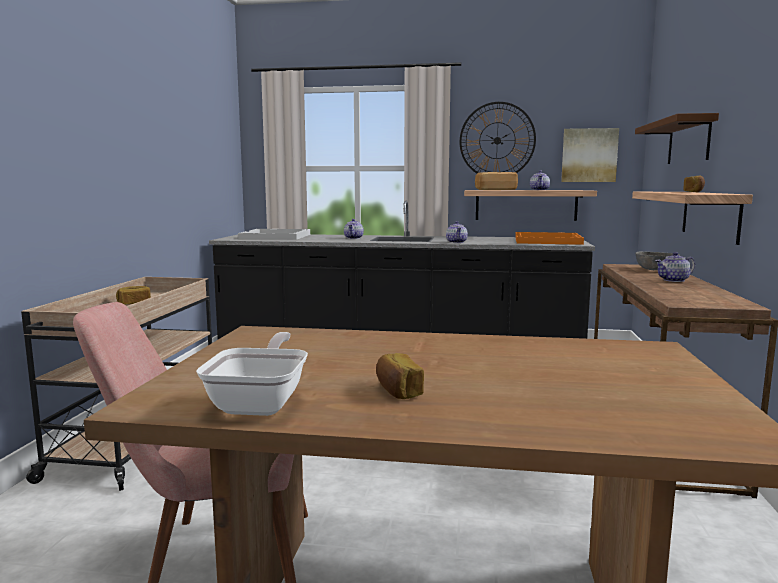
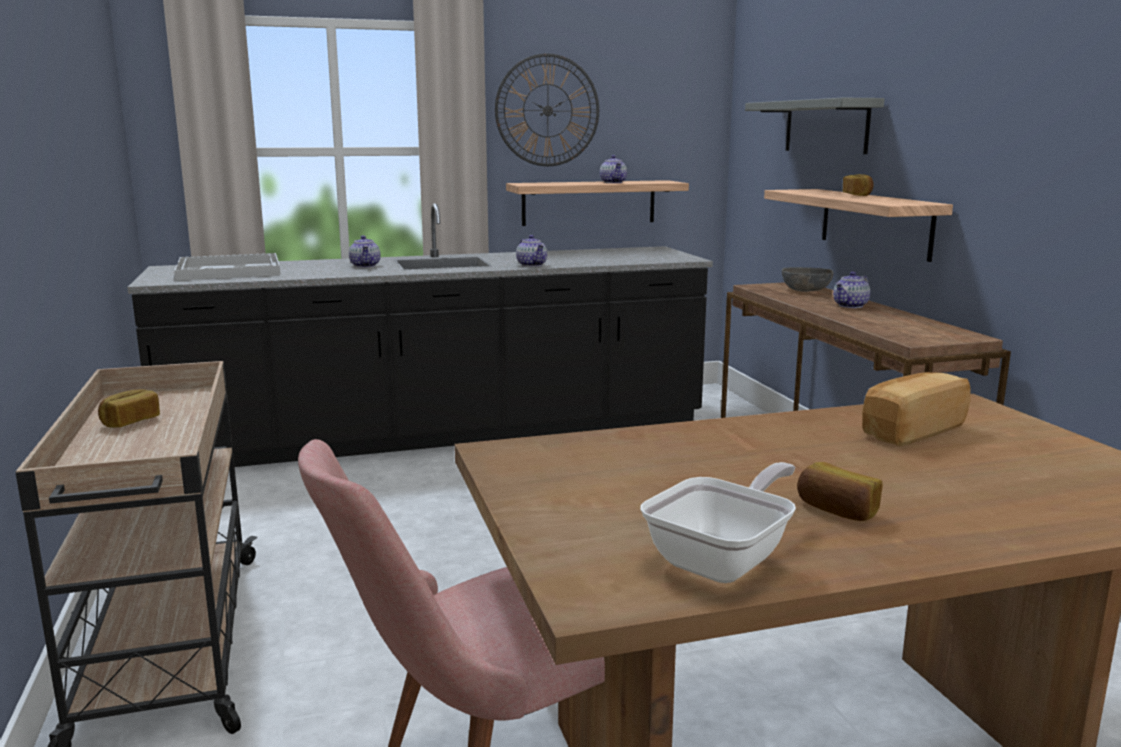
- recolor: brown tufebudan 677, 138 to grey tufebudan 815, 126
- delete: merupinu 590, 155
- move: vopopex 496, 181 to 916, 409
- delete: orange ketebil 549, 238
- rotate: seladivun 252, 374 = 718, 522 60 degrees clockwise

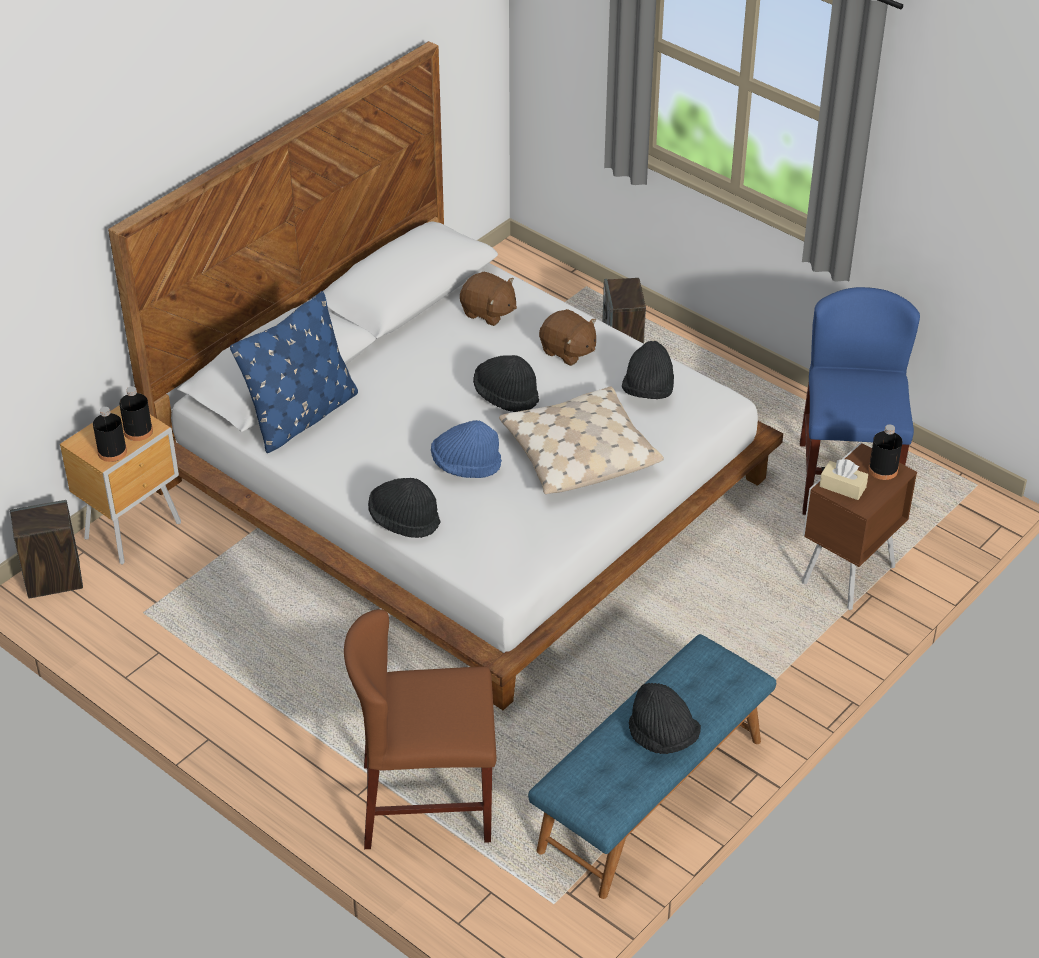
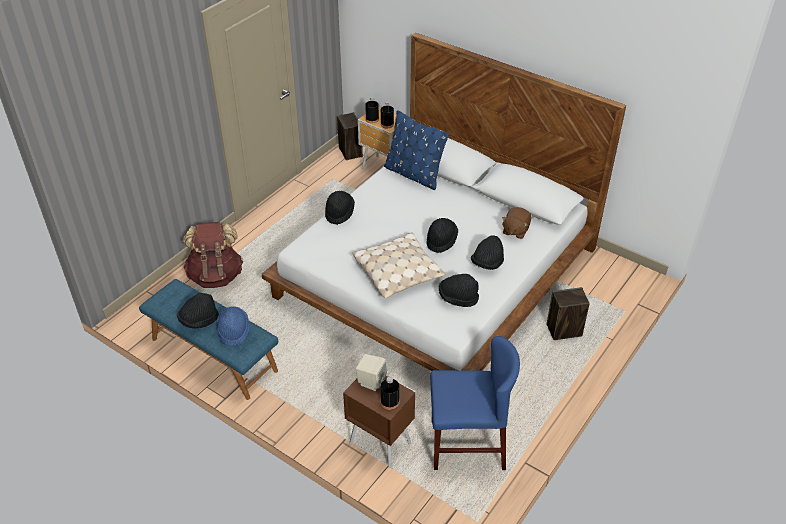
- replace: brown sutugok 567, 337 to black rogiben 487, 252
- move: blue rogiben 466, 449 to 233, 326
- replace: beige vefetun 844, 479 to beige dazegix 371, 372
- replace: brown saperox 420, 729 to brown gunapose 213, 255

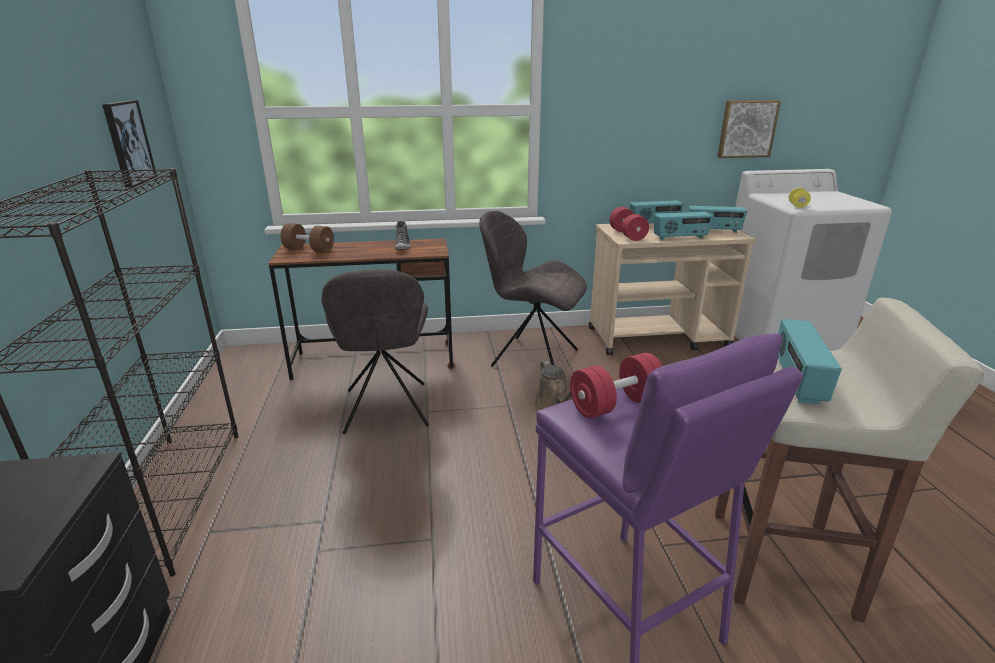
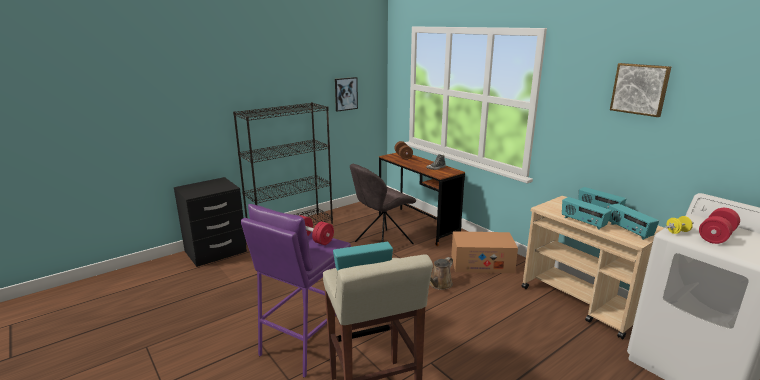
- move: merupinu 749, 129 to 640, 90
- move: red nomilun 629, 224 to 719, 226
- replace: grey saperox 533, 289 to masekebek 484, 252

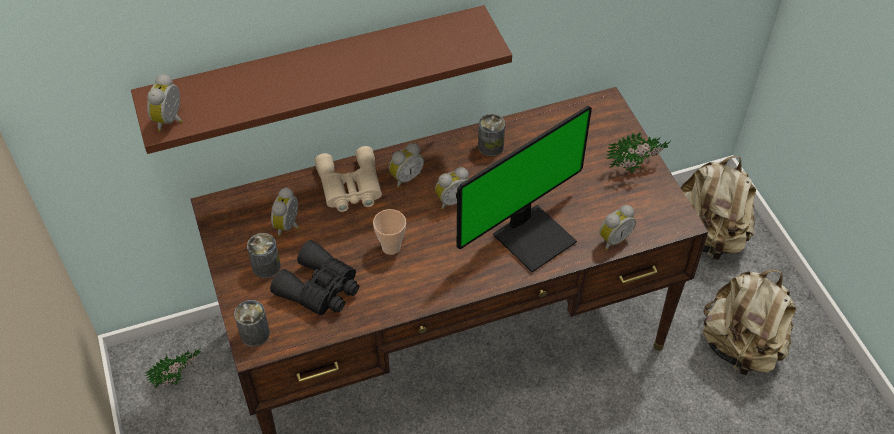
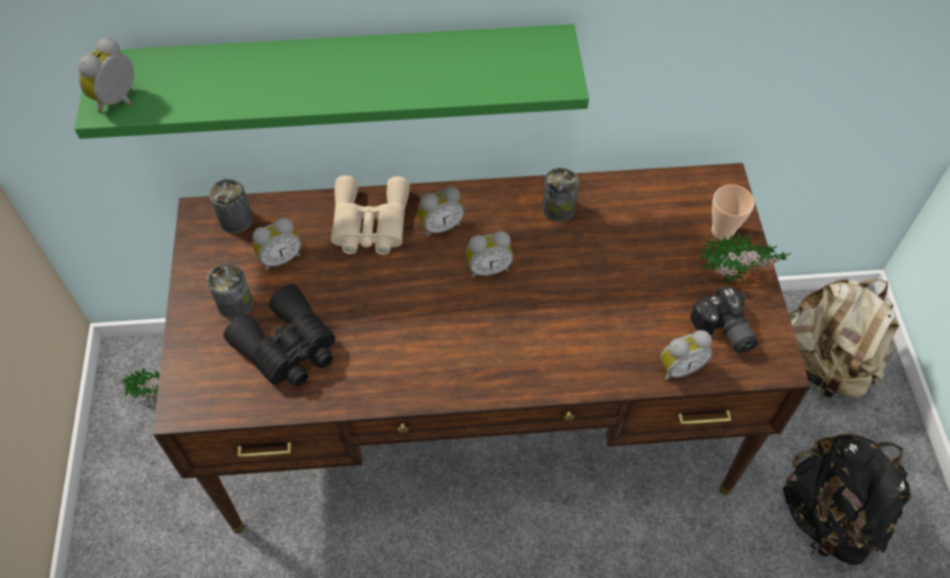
- recolor: brown tufebudan 321, 79 to green tufebudan 331, 81
- delete: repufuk 524, 189
- rotate: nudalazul 285, 212 = 276, 244 150 degrees counterclockwise
- move: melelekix 389, 232 to 733, 212
- recolor: beige gunapose 749, 322 to black gunapose 847, 499
- move: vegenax 252, 323 to 231, 206
- insert: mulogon 724, 319

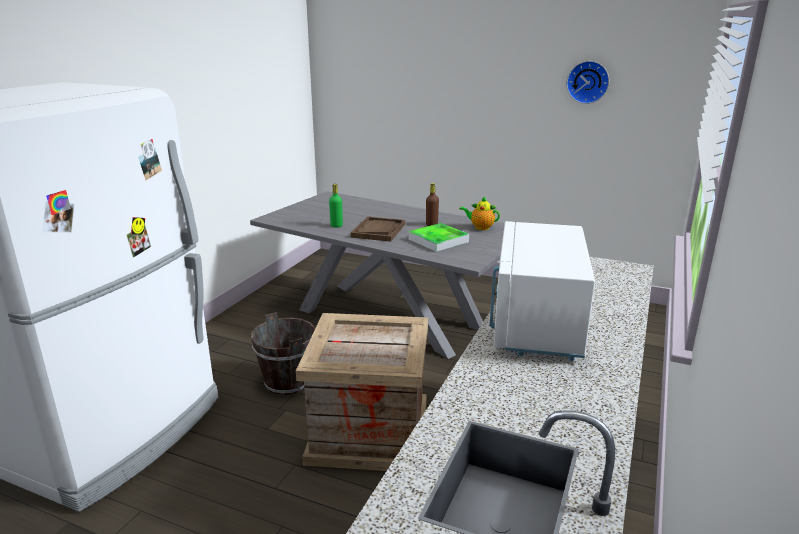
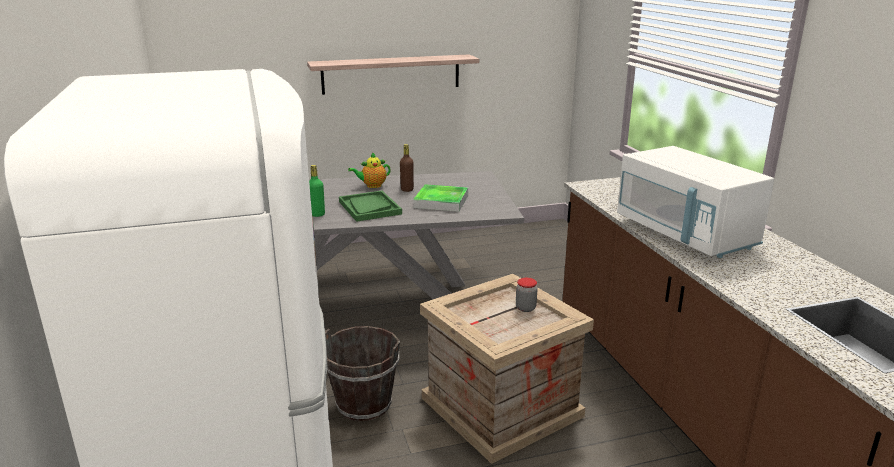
- delete: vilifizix 588, 82
- move: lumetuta 480, 213 to 369, 170
- recolor: brown ketebil 377, 229 to green ketebil 370, 206
- insert: tufebudan 393, 74
- insert: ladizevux 527, 295

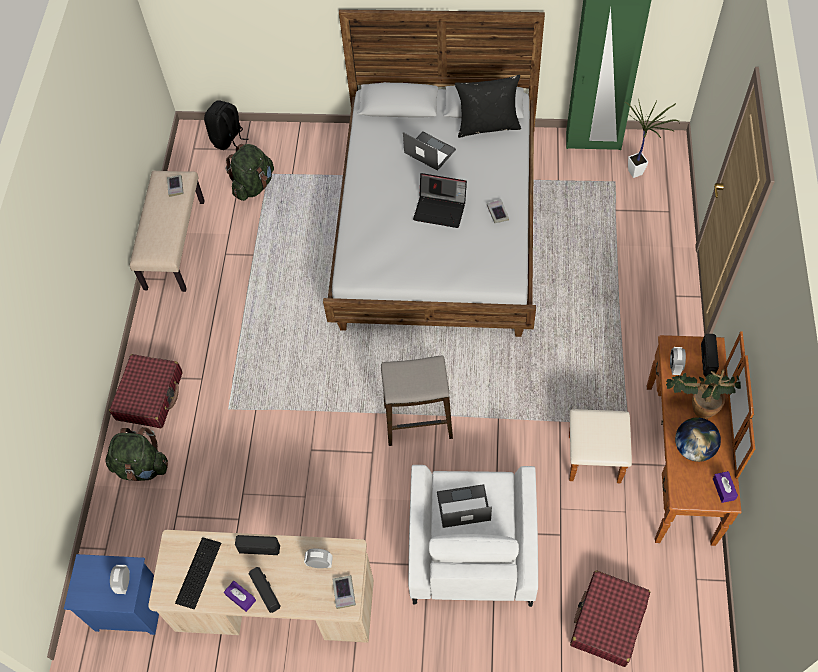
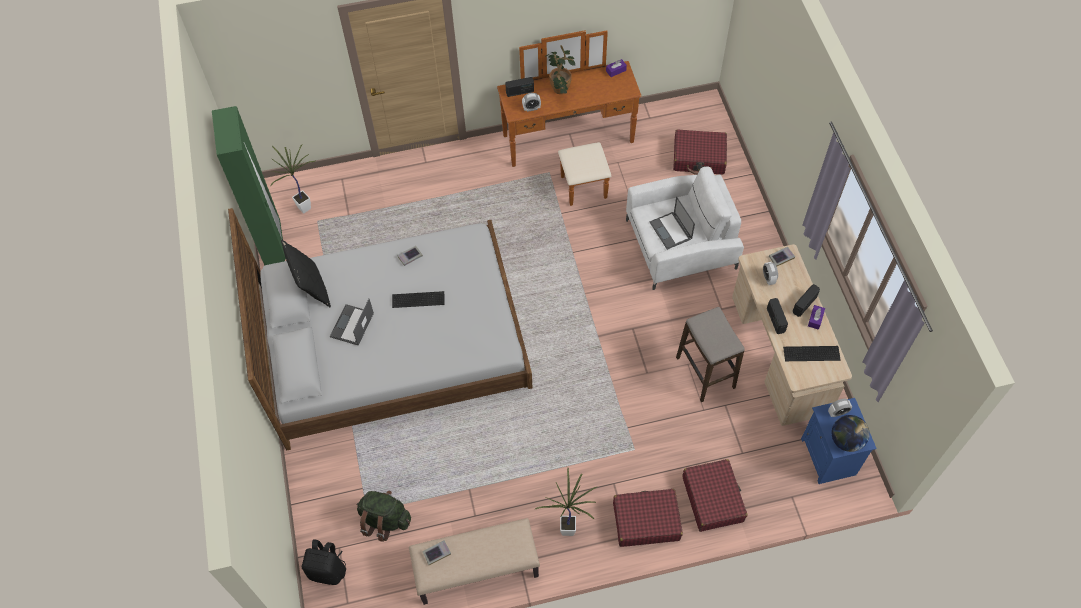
- replace: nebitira 440, 200 to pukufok 418, 299
- move: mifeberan 417, 401 to 710, 354
- move: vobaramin 698, 440 to 851, 433
- replace: green gunapose 137, 454 to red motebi 714, 495
- insert: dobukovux 565, 502

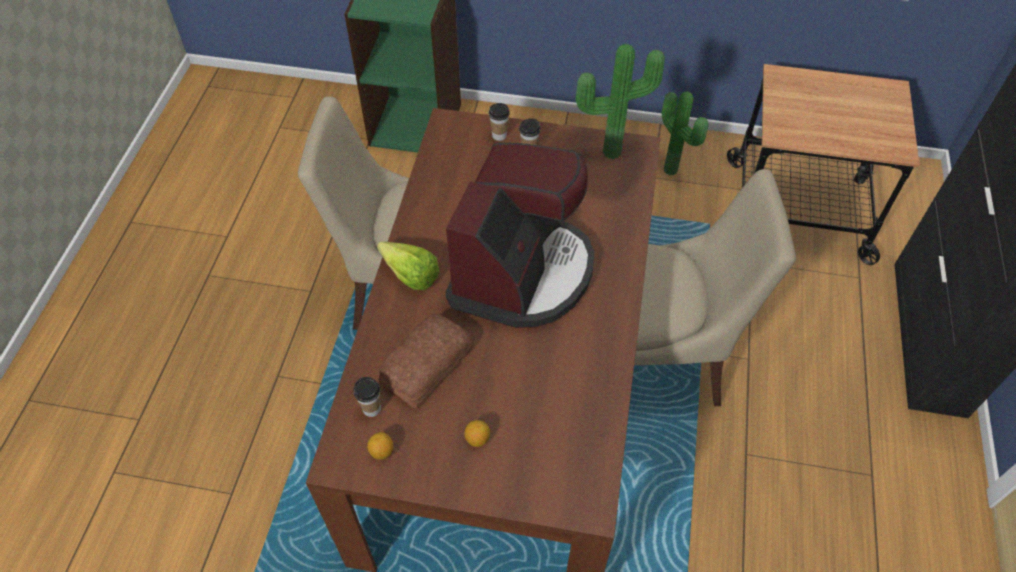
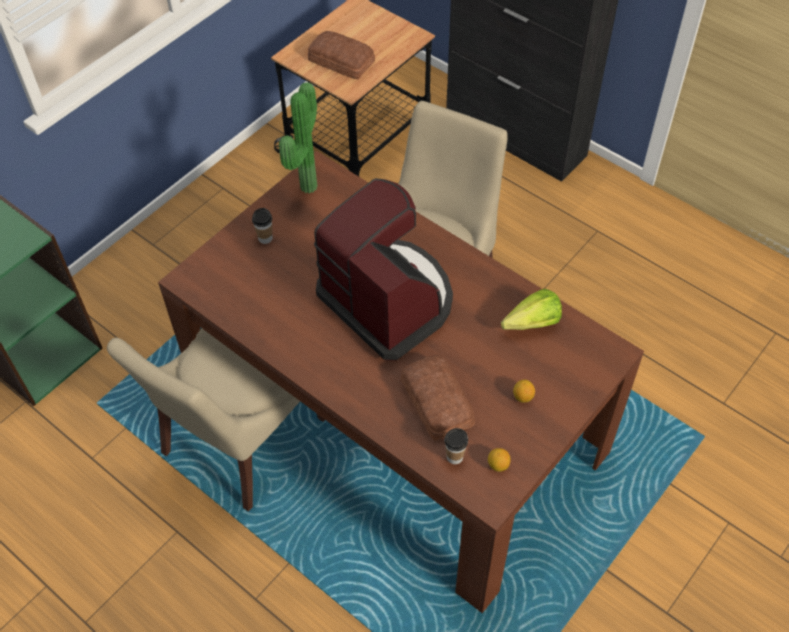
- delete: dobukovux 685, 133
- delete: melelekix 499, 122
- move: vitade 408, 265 to 531, 309
- insert: vopopex 341, 55

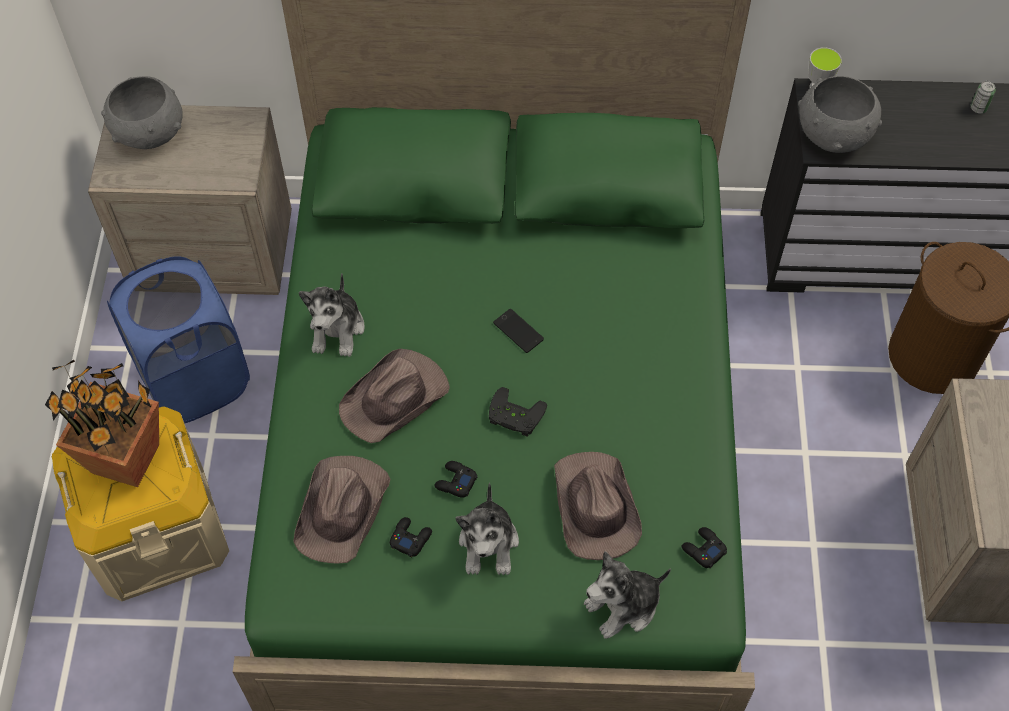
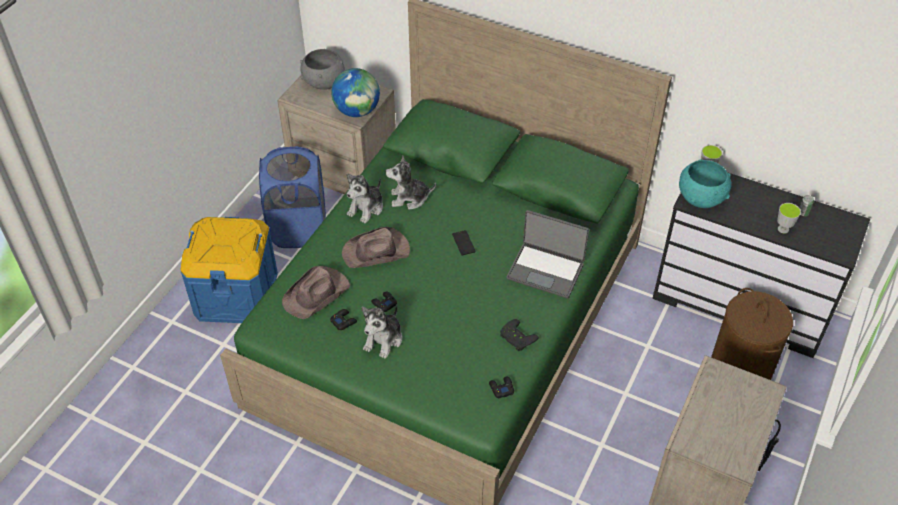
- recolor: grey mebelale 840, 114 to turquoise mebelale 705, 183
- delete: dobukovux 102, 423
- move: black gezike 518, 412 to 519, 335
- recolor: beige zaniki 140, 504 to blue zaniki 229, 270
- delete: brown rogiben 598, 506
- move: sutugok 627, 595 to 411, 182
- insert: vobaramin 355, 92
- insert: melelekix 789, 218
- insert: nebitira 547, 254

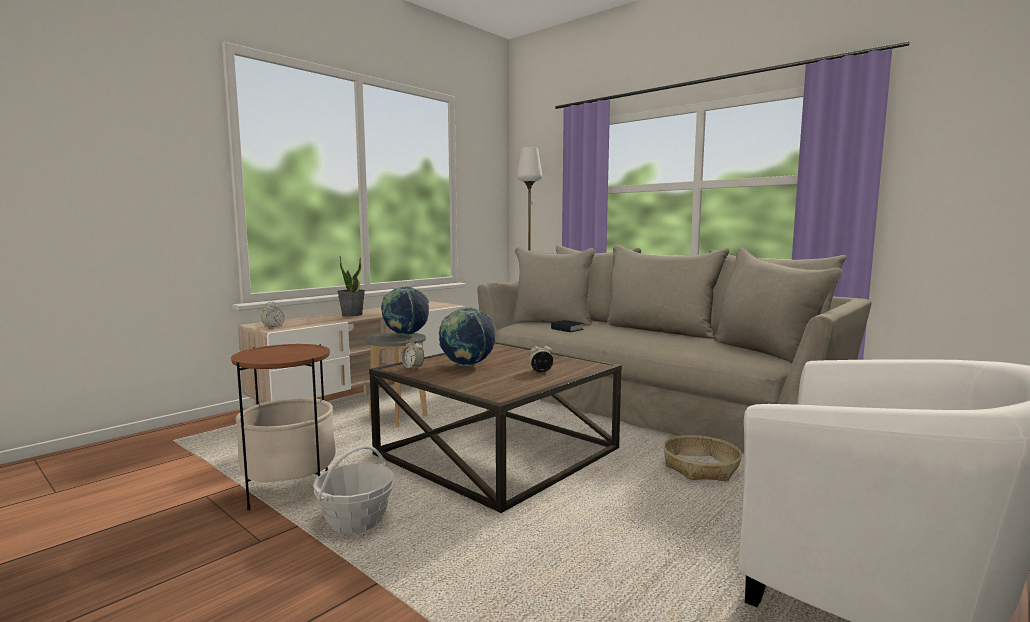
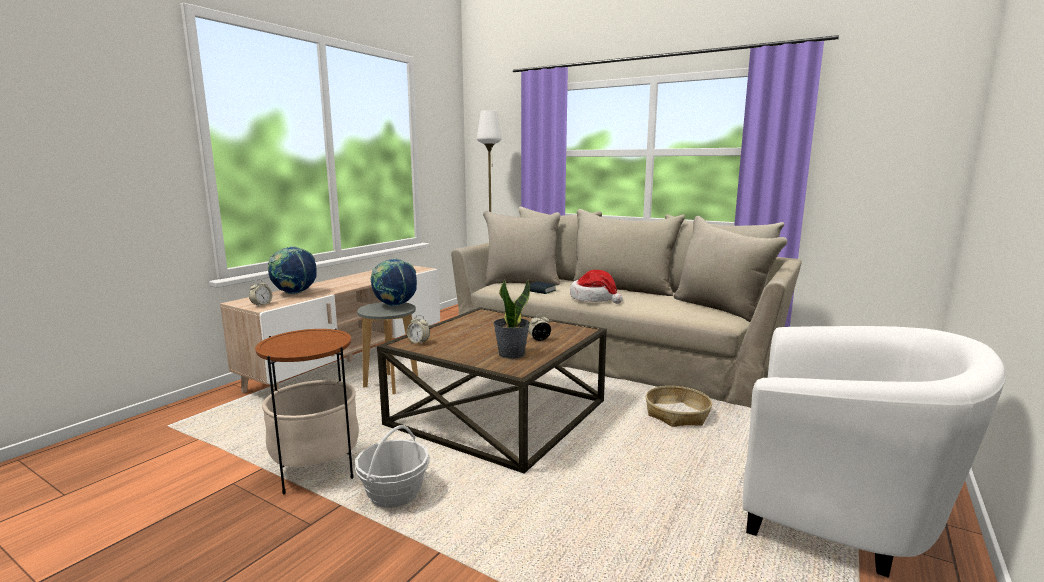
- move: dobukovux 351, 286 to 511, 319
- move: vobaramin 467, 337 to 292, 270
- insert: rogiben 596, 287

